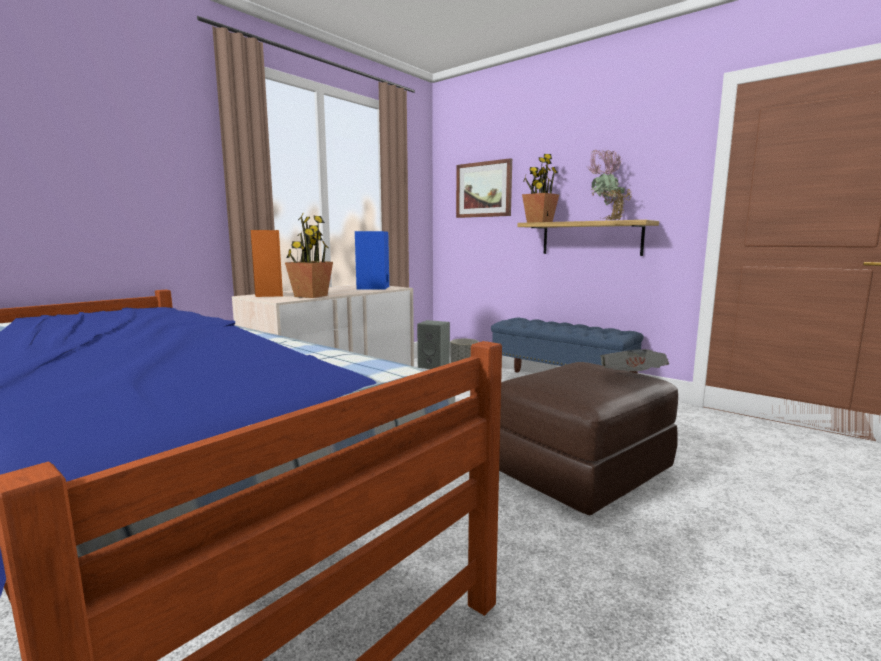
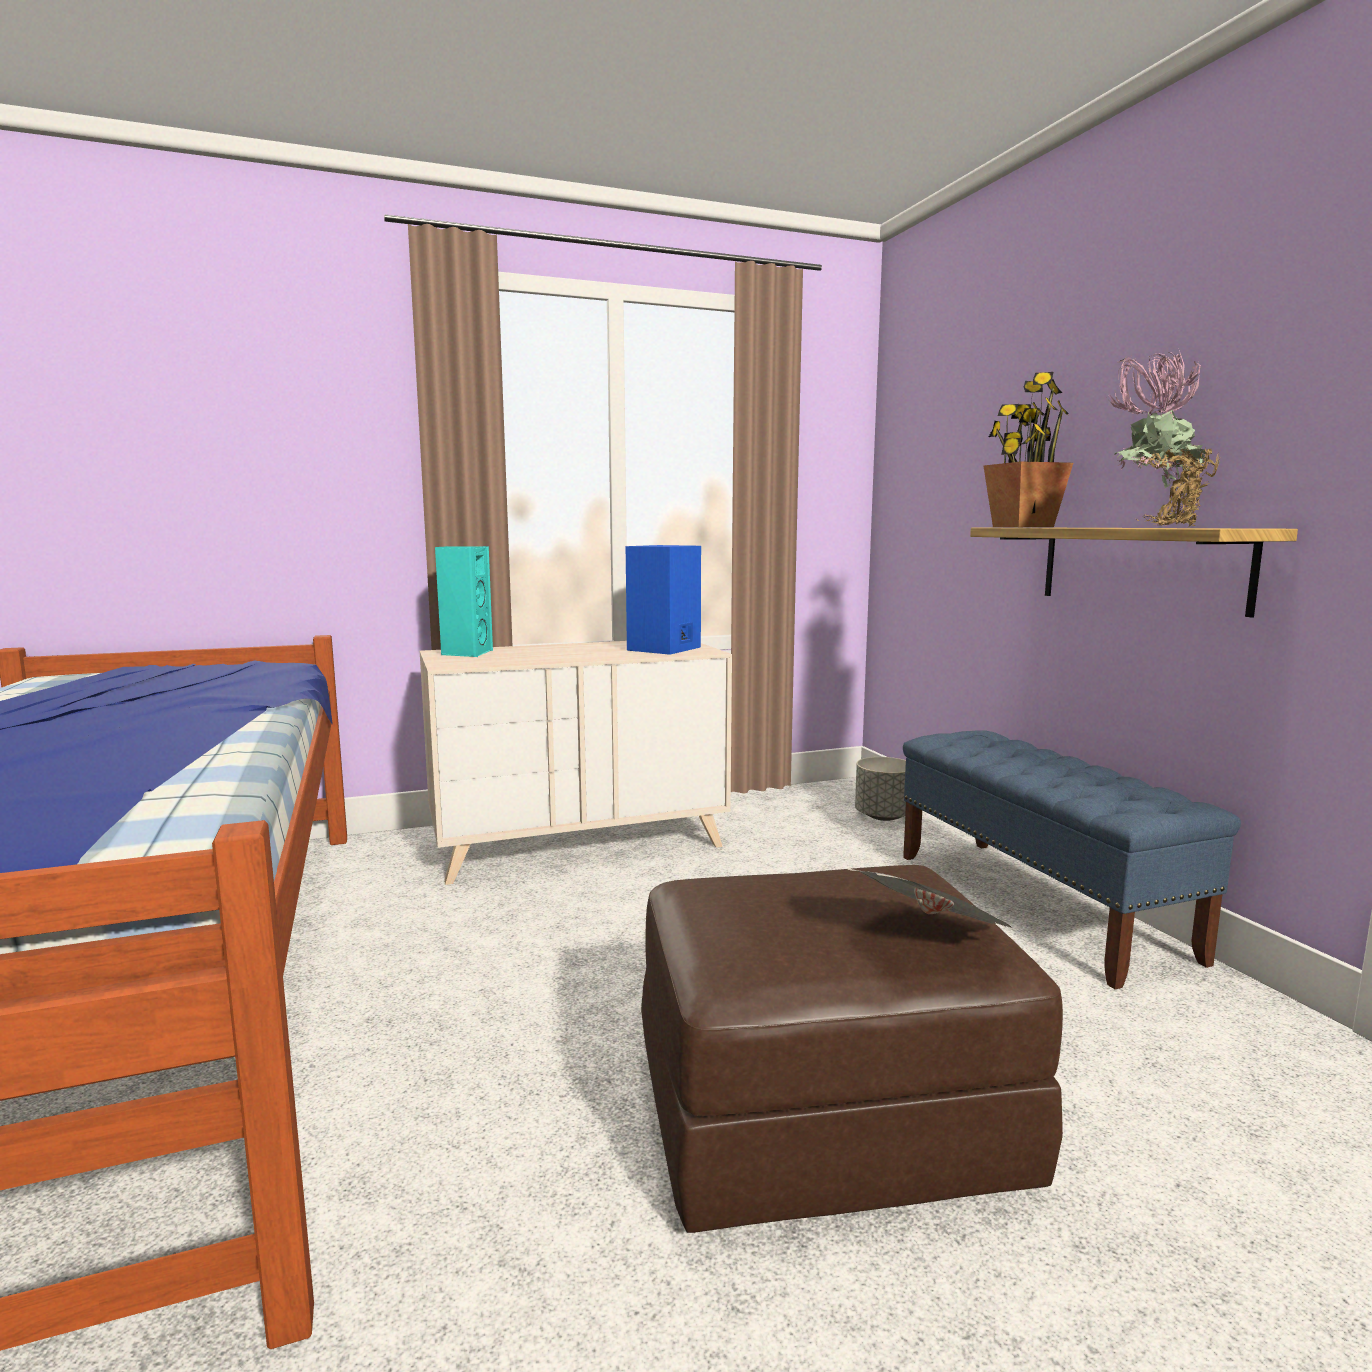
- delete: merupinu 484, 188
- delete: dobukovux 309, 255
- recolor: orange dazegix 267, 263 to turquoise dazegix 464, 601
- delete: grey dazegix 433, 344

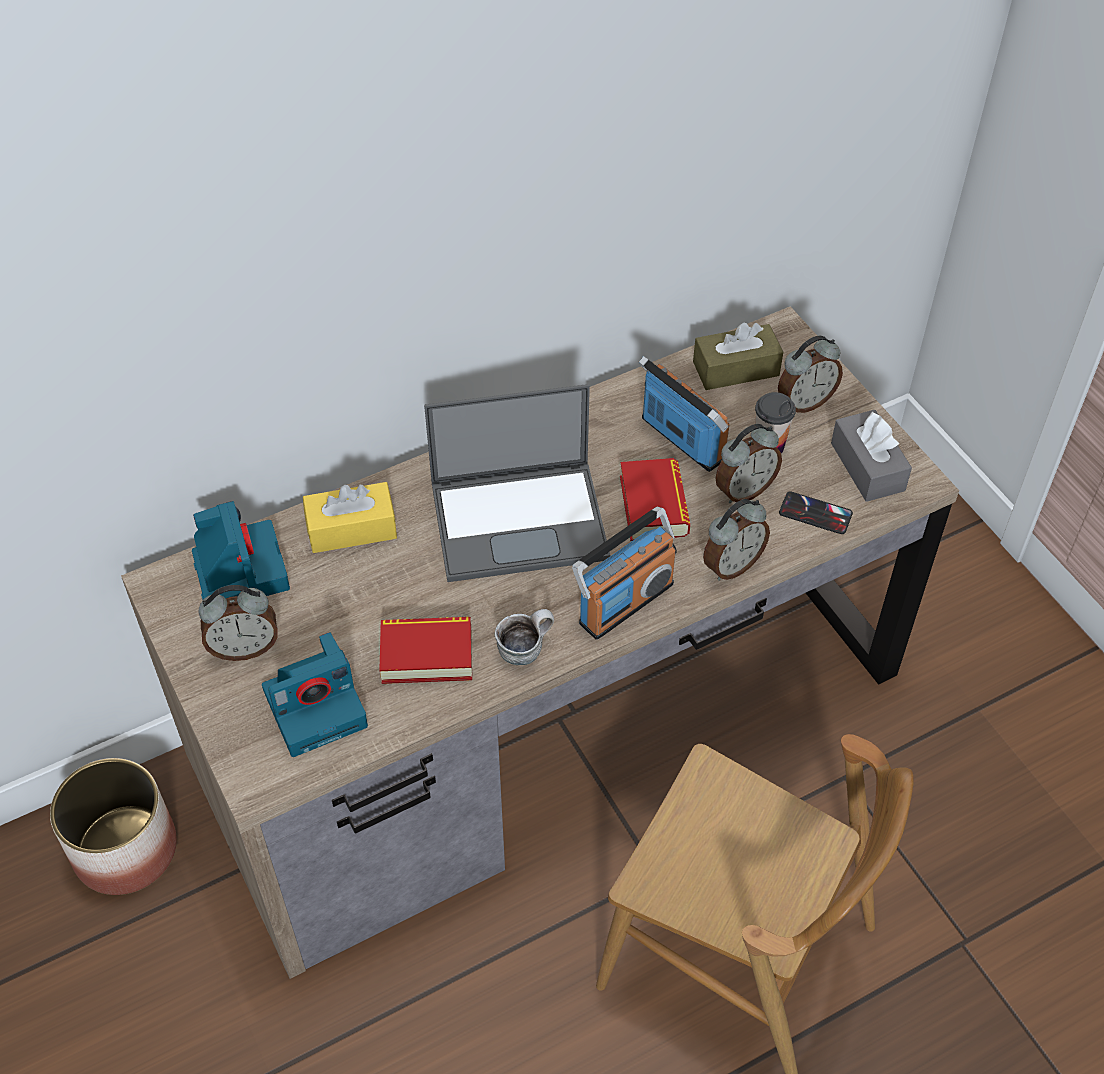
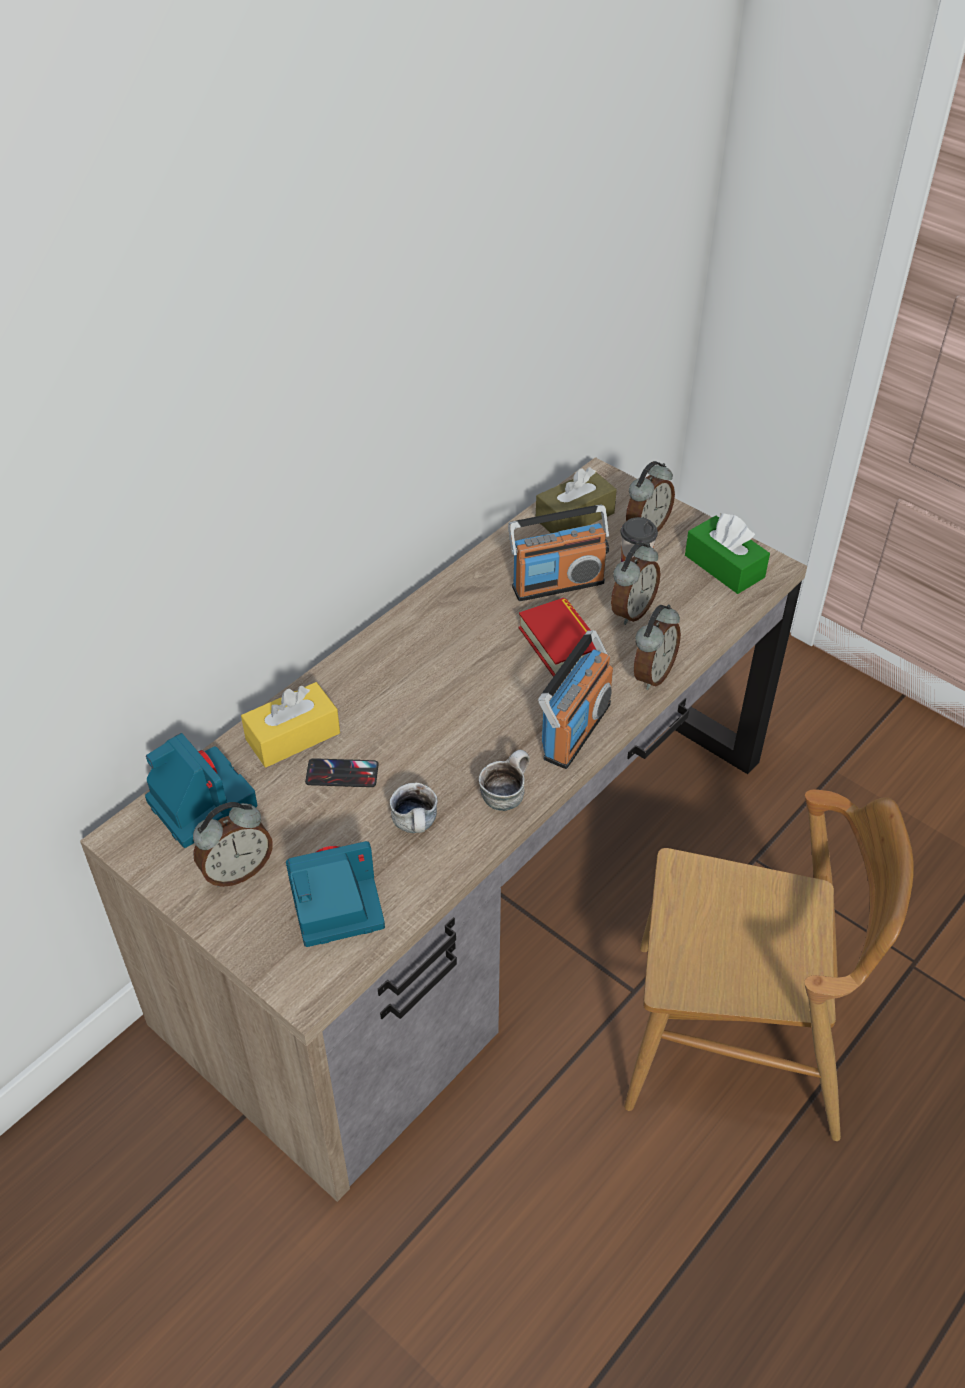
- rotate: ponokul 683, 414 = 558, 552 135 degrees clockwise
- delete: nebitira 517, 483
- recolor: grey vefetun 871, 456 to green vefetun 727, 553
- move: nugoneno 816, 512 to 342, 772
- replace: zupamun 425, 650 to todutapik 414, 808
- rotate: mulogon 315, 694 = 335, 894 150 degrees counterclockwise
- delete: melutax 113, 826

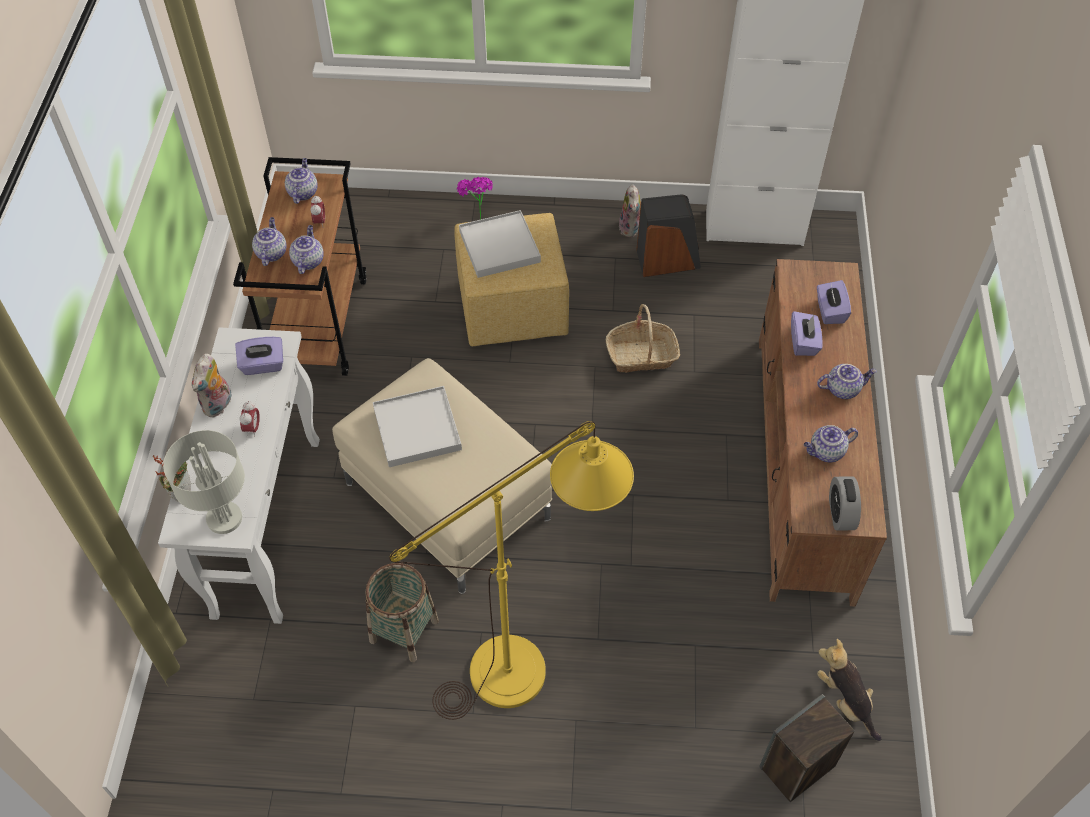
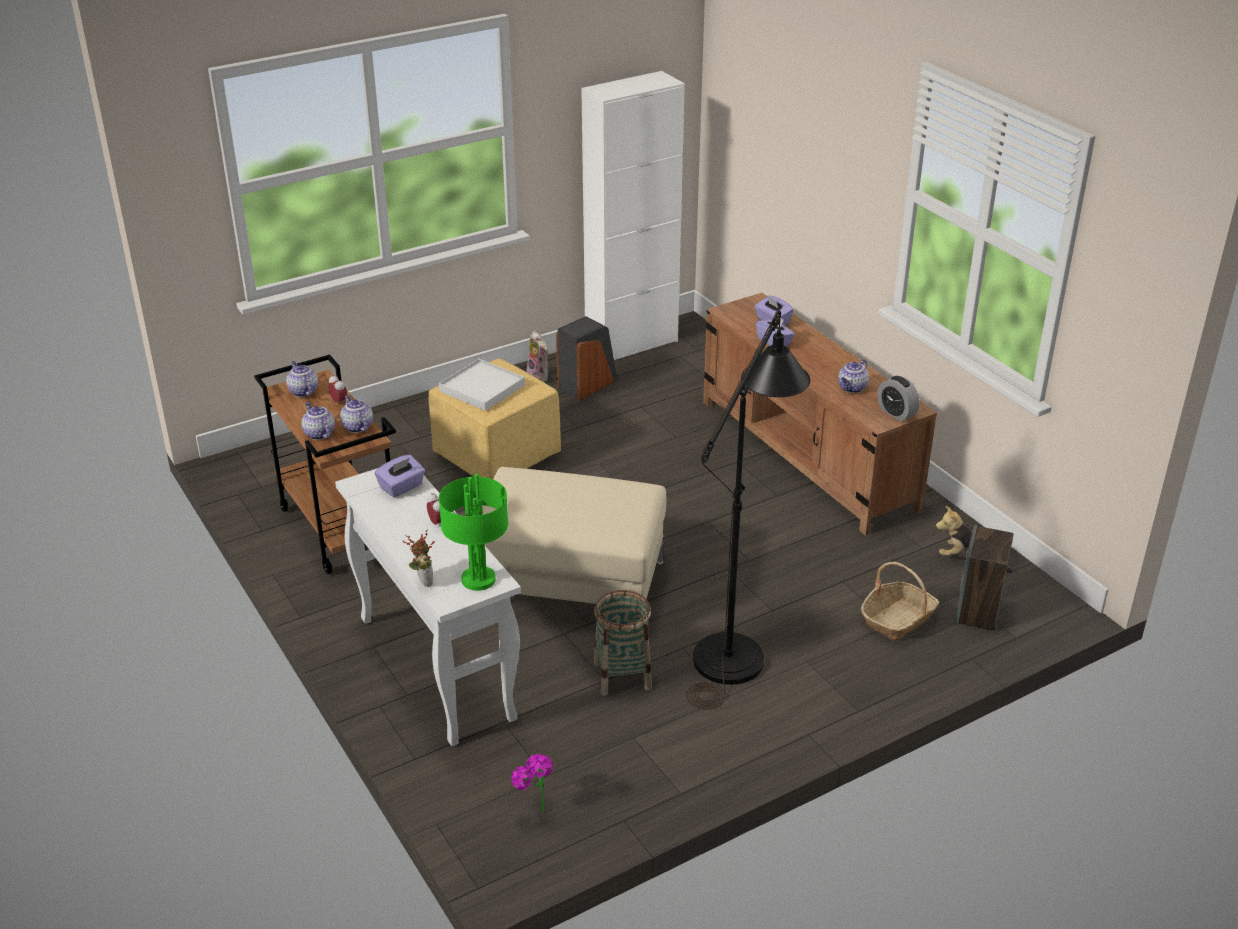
- move: dobukovux 475, 198 to 532, 783
- move: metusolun 643, 338 to 900, 601
- delete: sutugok 211, 386
- delete: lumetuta 847, 381
- delete: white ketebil 417, 426
- recolor: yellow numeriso 511, 570 to black numeriso 748, 510
- recolor: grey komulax 204, 482 to green komulax 474, 532

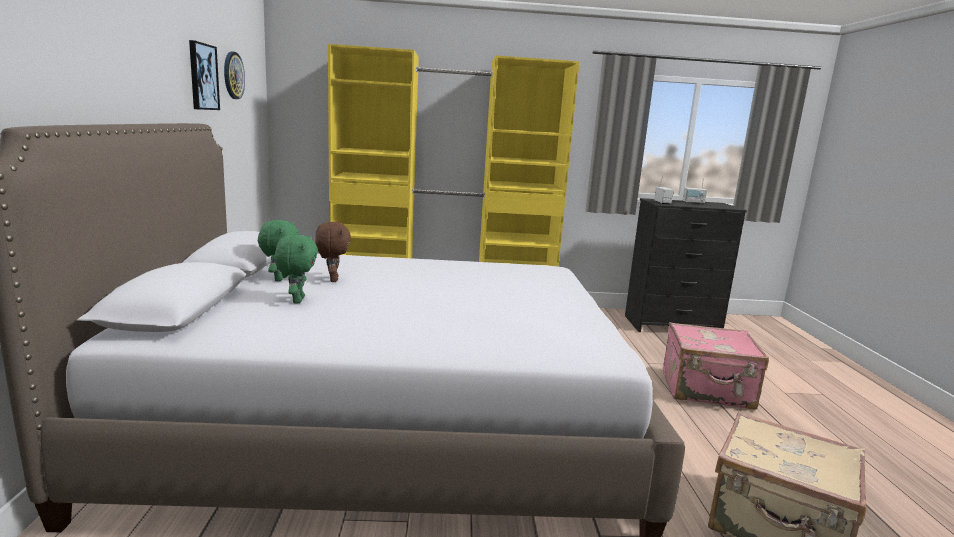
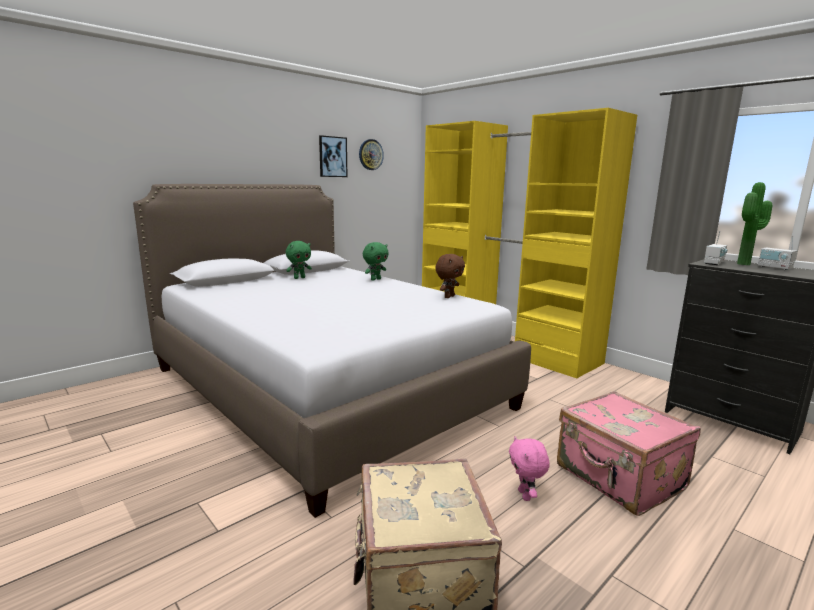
- move: brown sutugok 333, 252 to 450, 276
- move: green sutugok 296, 269 to 376, 261
- insert: dobukovux 754, 223
- insert: pink sutugok 529, 468

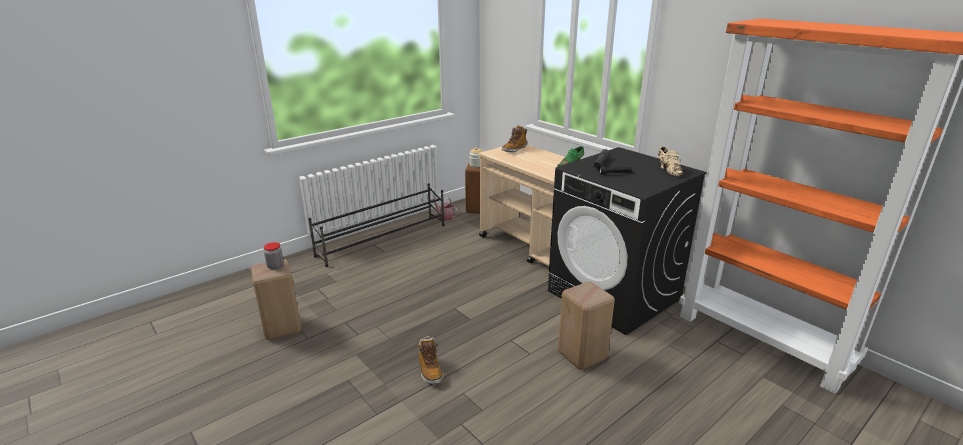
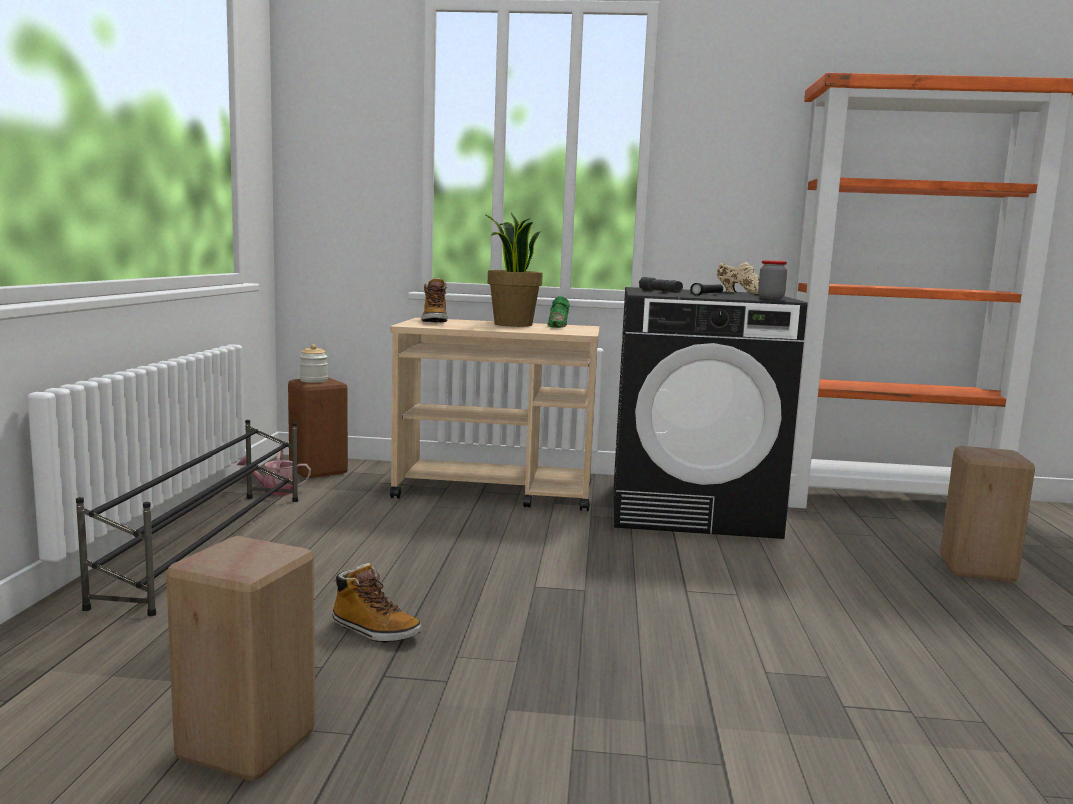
- move: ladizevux 274, 256 to 772, 280
- move: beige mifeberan 586, 326 to 987, 514
- move: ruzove 430, 360 to 377, 603
- insert: dobukovux 514, 270

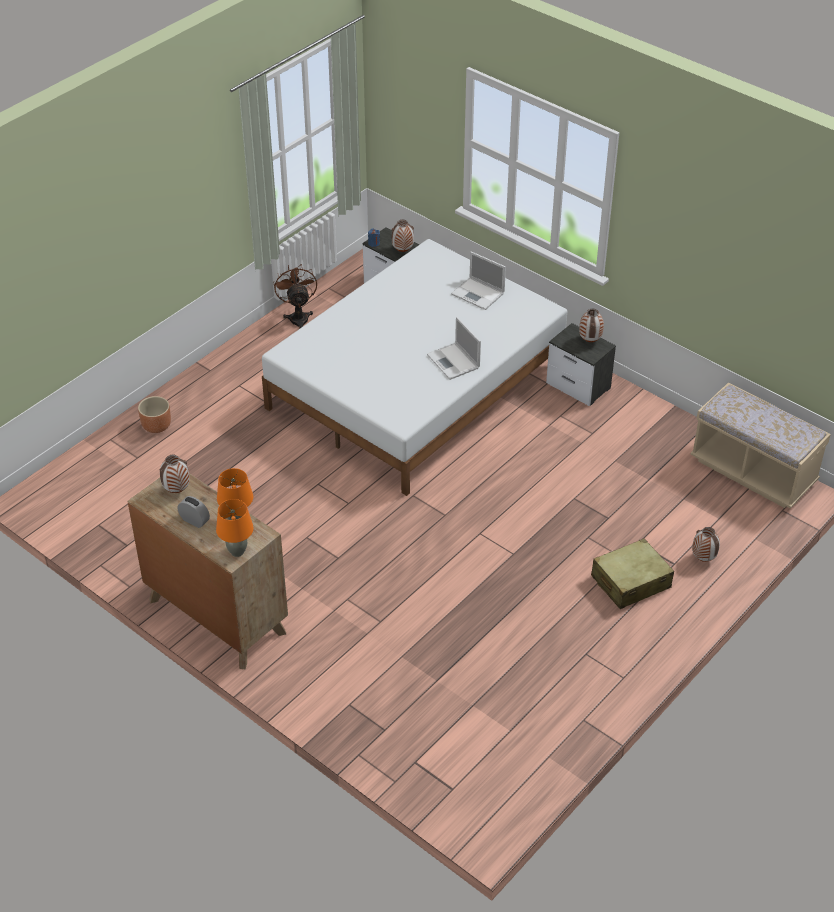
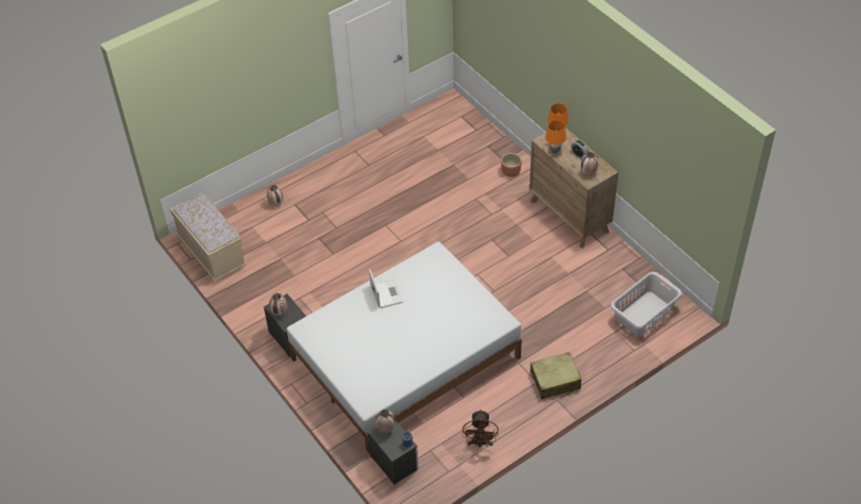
- delete: nebitira 478, 281
- move: brown melutax 154, 414 to 511, 165
- move: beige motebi 632, 573 to 555, 375
- insert: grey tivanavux 646, 304

